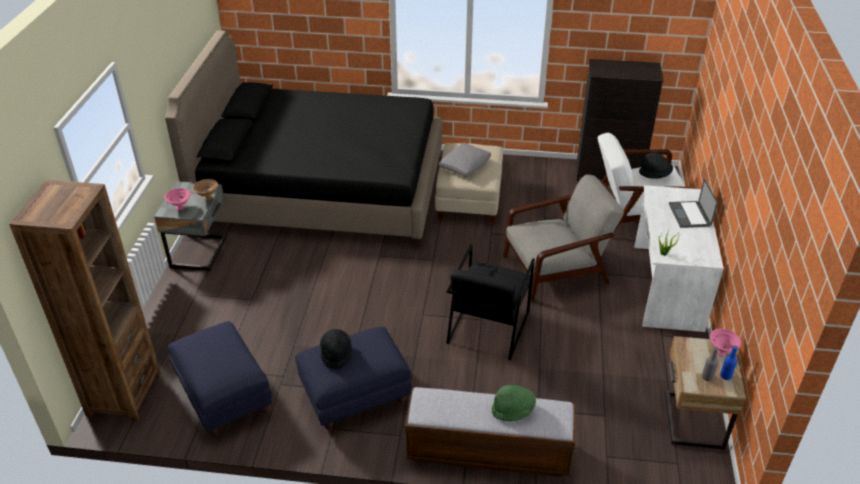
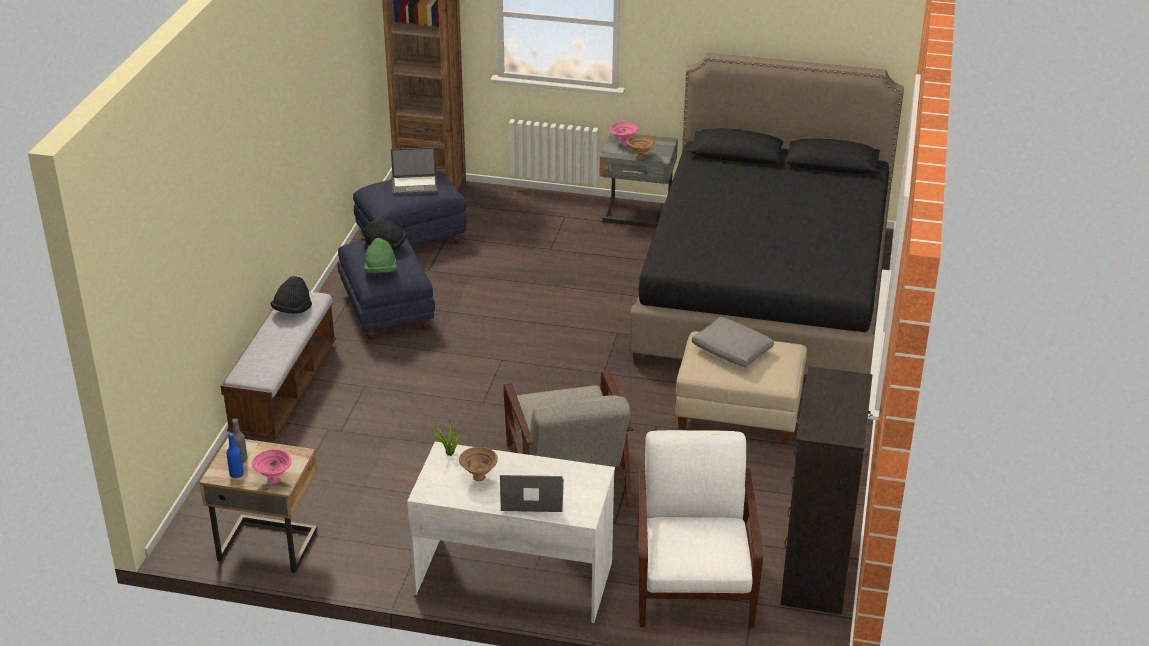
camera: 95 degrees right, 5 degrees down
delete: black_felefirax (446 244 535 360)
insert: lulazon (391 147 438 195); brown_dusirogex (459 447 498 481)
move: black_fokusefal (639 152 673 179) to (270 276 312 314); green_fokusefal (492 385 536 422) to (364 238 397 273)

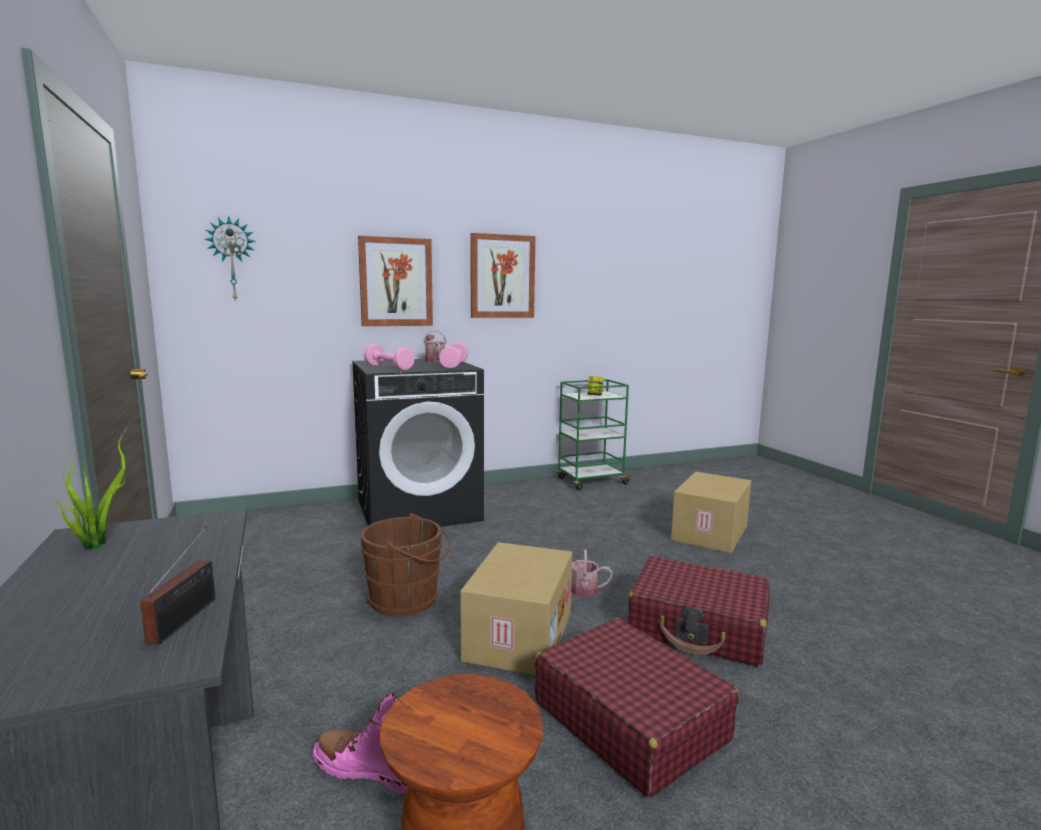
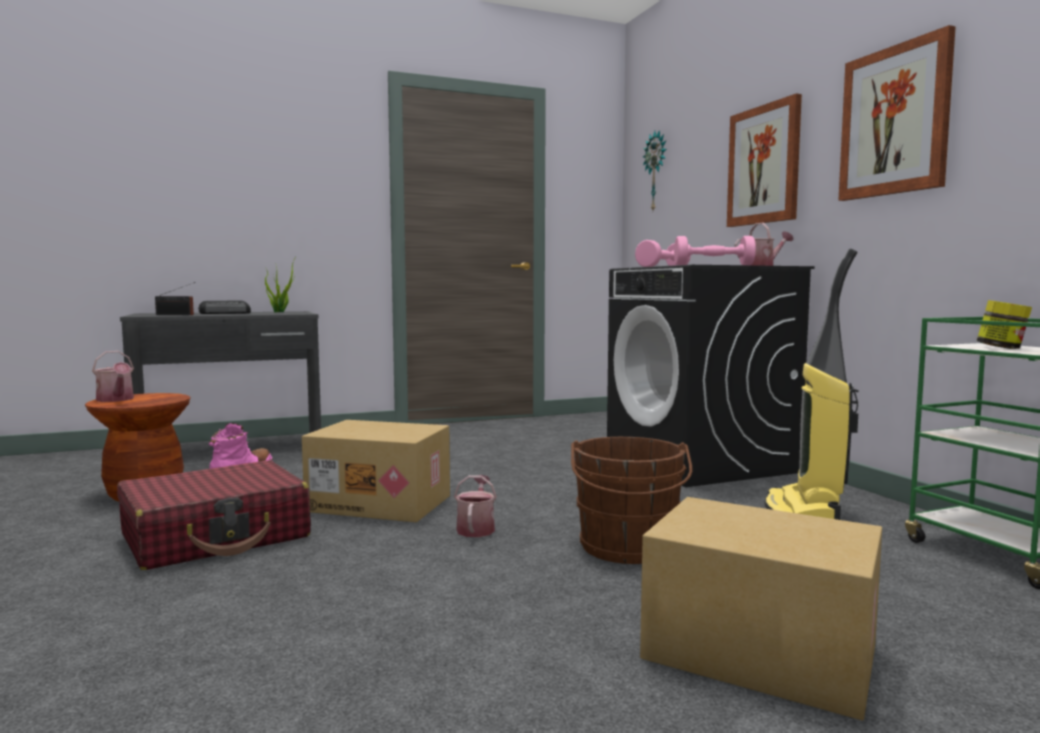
camera: 90 degrees right, 5 degrees down
delete: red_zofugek (628 556 770 666)
insert: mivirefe (765 249 859 520); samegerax (198 301 251 314); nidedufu (92 351 134 402)
move: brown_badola (361 513 450 616) to (571 437 692 564)

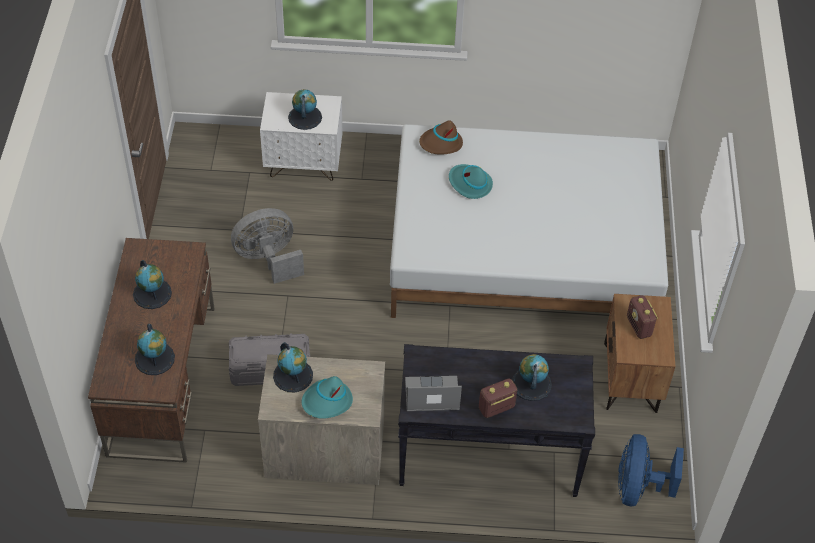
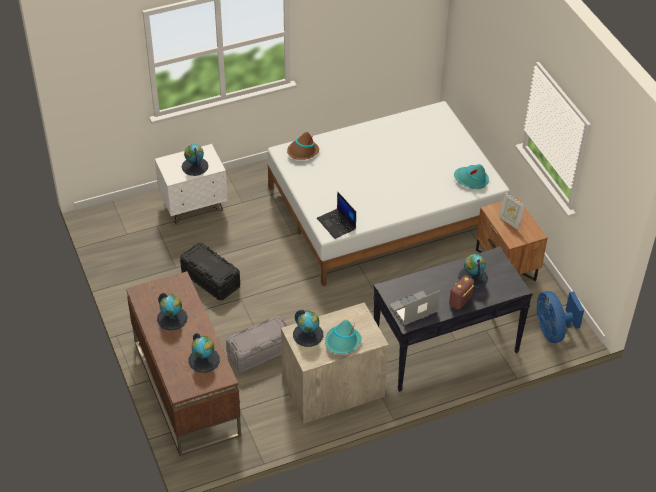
camera: 25 degrees left, 5 degrees down
insert: lulazon (317 192 356 239)
move: turquoise_fokusefal (449 164 493 199) to (454 164 489 189)
replace: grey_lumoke (231 208 304 284) to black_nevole (180 243 240 300); samegerax (627 295 658 339) to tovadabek (499 193 525 230)

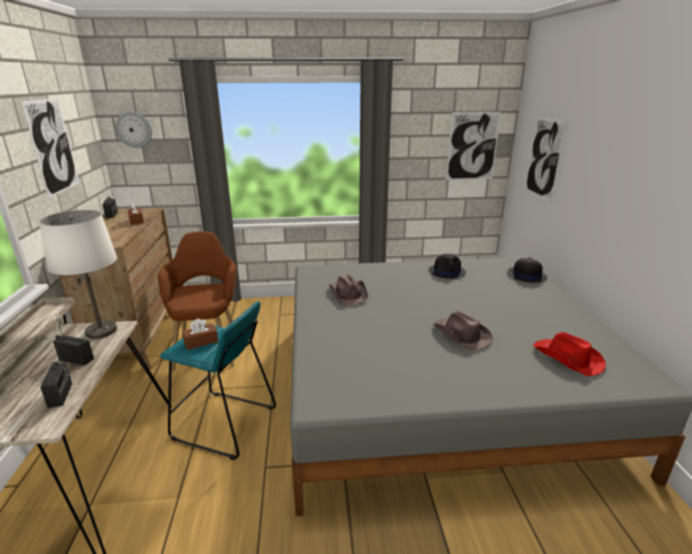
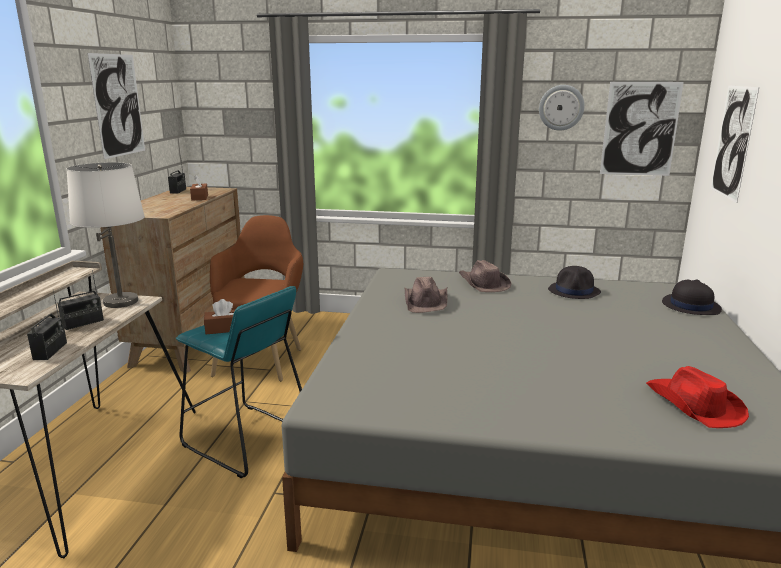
camera: 15 degrees right, 5 degrees down
move: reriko (115 111 152 148) to (539 85 585 131); brown_fokusefal (433 311 493 350) to (459 260 512 292)
rotate: samegerax (53 318 94 365) = (57 270 104 330) 105 degrees clockwise

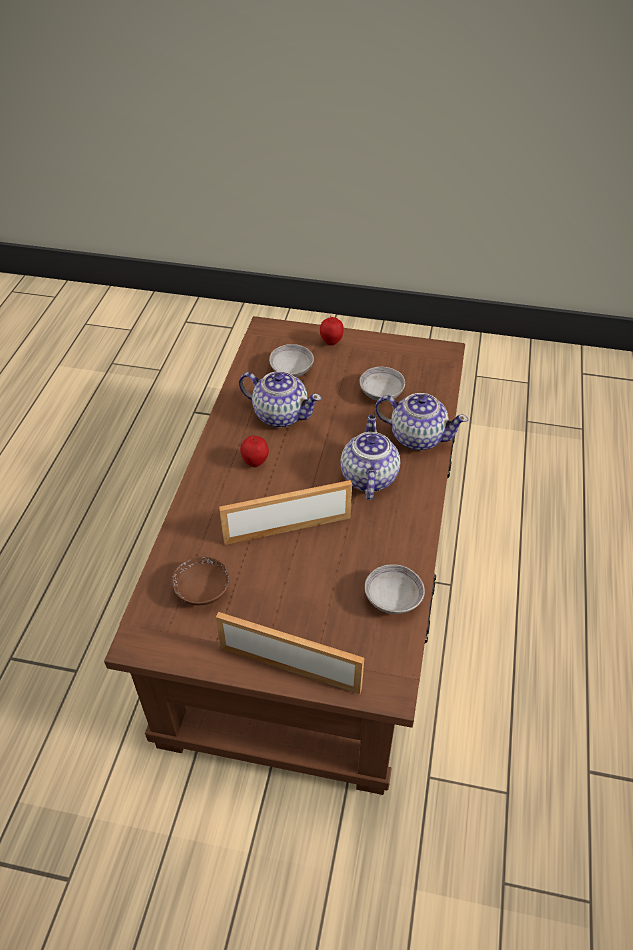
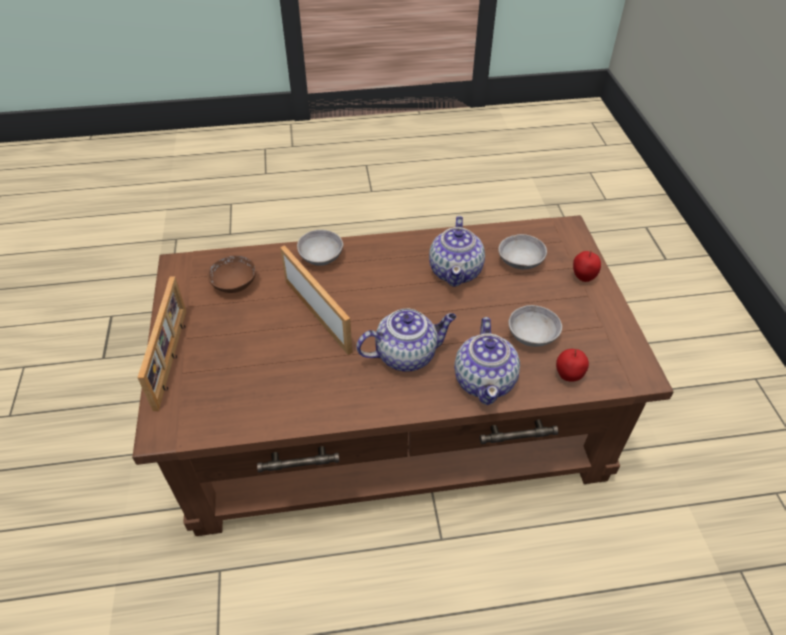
camera: 70 degrees right, 0 degrees up
move: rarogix (240 436 269 467) to (556 349 589 382); grey_dusirogex (365 564 425 614) to (297 230 343 266)

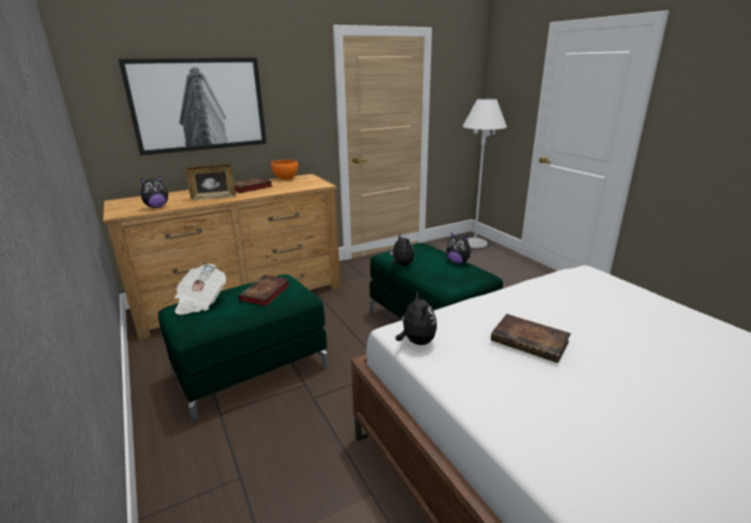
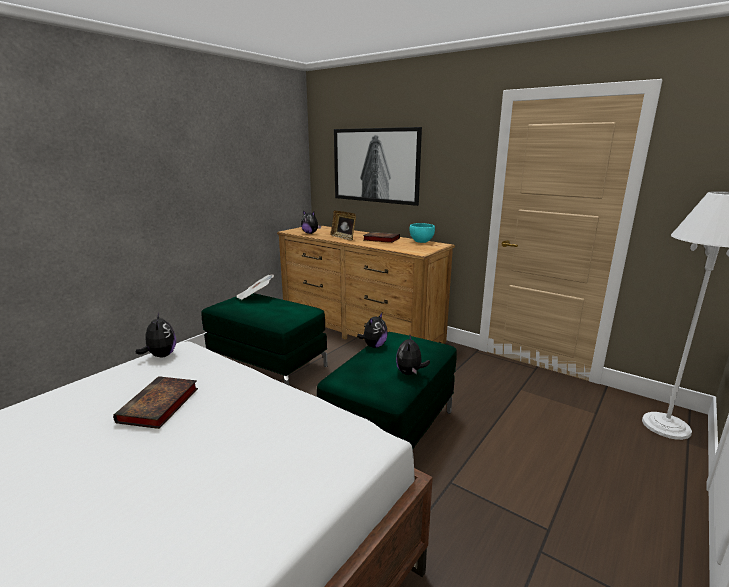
camera: 65 degrees right, 5 degrees down
delete: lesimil (238 275 290 306)
recolor: orange_dusirogex (271 160 298 180) to turquoise_dusirogex (410 223 435 243)
rotate: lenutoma (396 291 437 345) = (136 313 176 358) 75 degrees counterclockwise

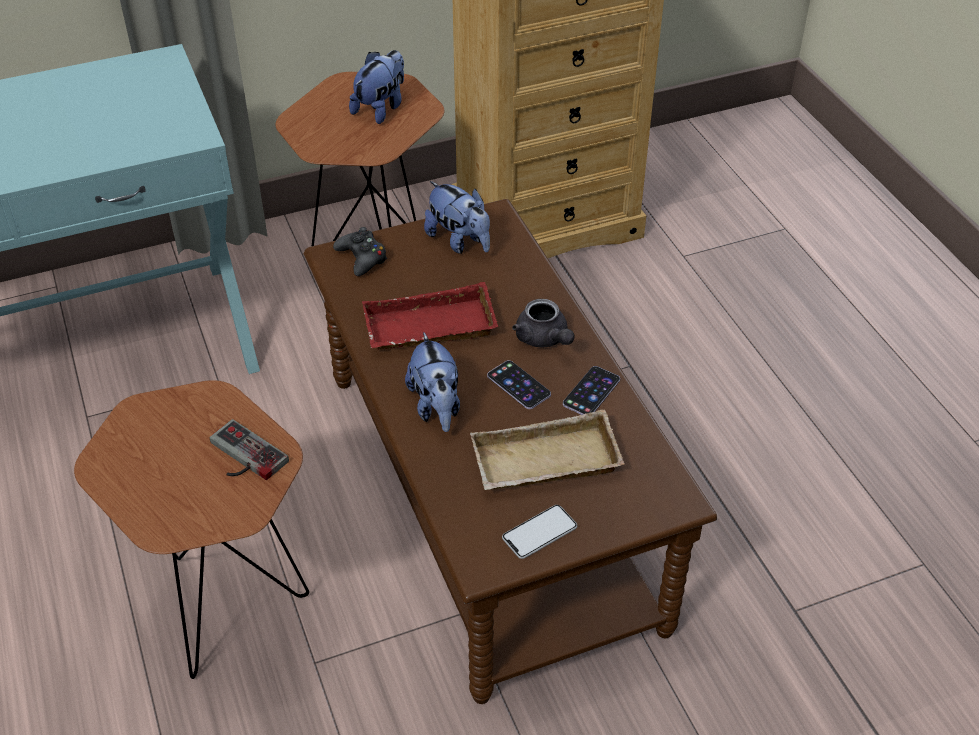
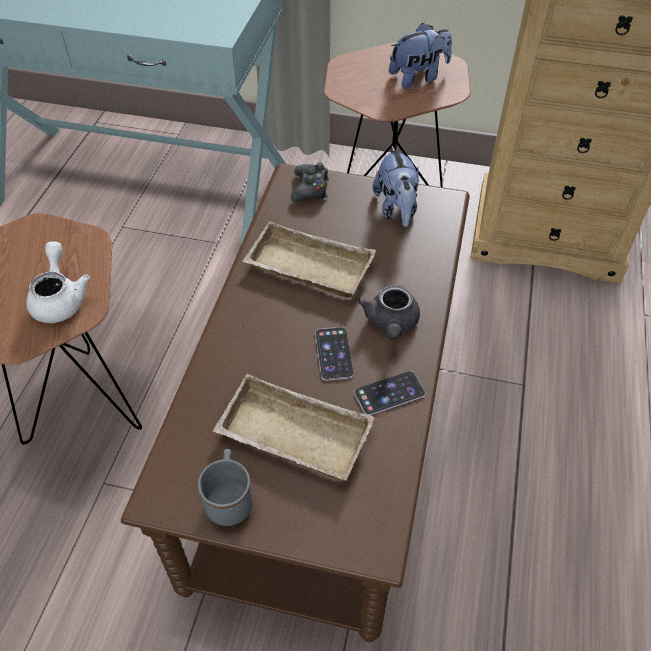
camera: 35 degrees right, 5 degrees up
delete: lenutoma (405 332 460 432)
replace: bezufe (210 419 289 480) to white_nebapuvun (26 241 90 323); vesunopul (502 505 577 559) to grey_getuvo (198 449 253 526)
recolor: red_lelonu (362 282 499 349) to beige_lelonu (243 221 376 298)

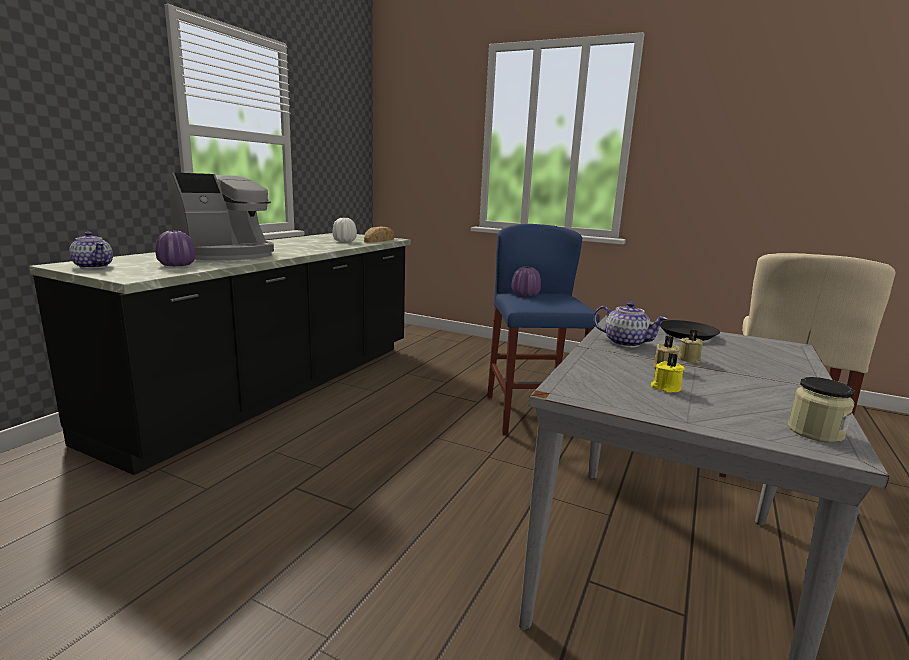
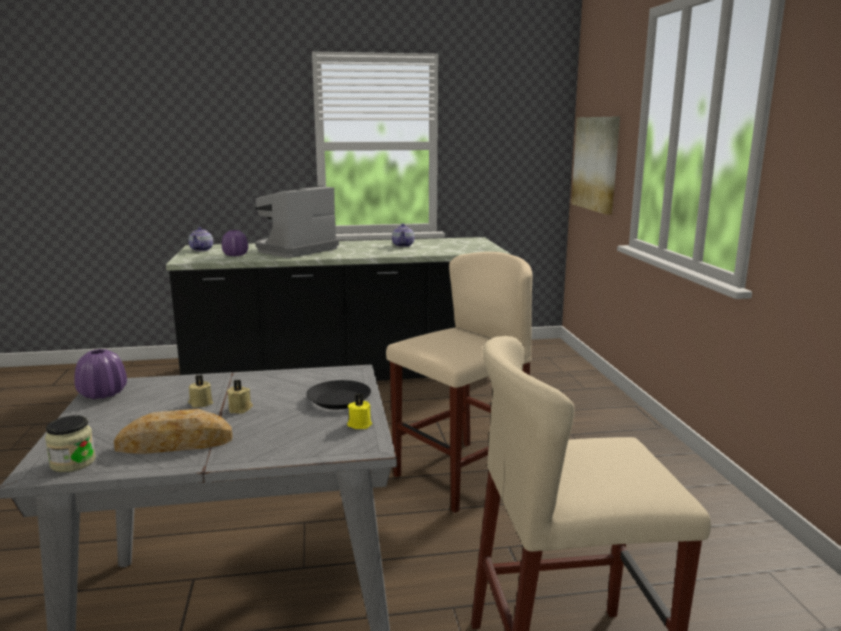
camera: 55 degrees right, 0 degrees up
delete: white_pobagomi (333 218 357 242)
insert: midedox (571 117 620 215)
move: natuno (364 227 394 243) to (114 409 232 454); purple_pobagomi (511 266 541 297) to (74 349 127 399); nebapuvun (593 302 667 347) to (392 224 415 247); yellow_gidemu (651 353 685 393) to (347 394 372 429)
recolor: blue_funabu (487 224 600 435) to beige_funabu (386 252 532 513)
rotate: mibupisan (166 172 274 260) = (255 186 339 258) 120 degrees clockwise

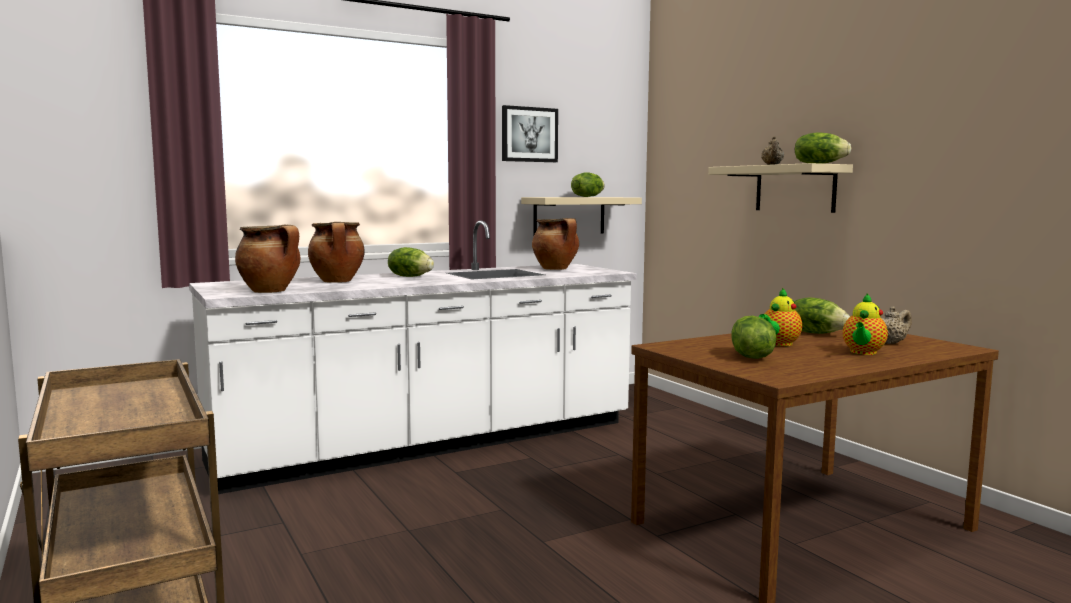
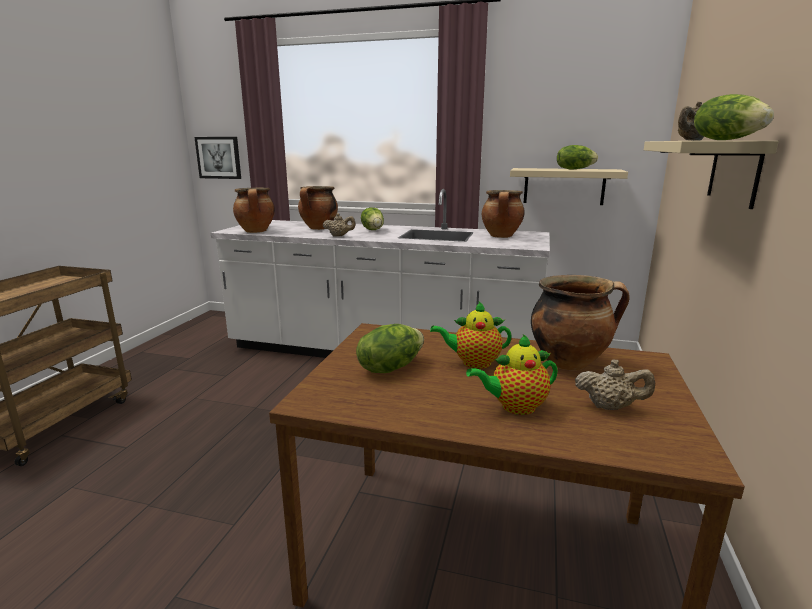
camera: 45 degrees right, 10 degrees up
insert: beige_nebapuvun (323 213 356 237)
move: midedox (502 105 558 162) to (194 137 241 179)
replace: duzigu (795 297 850 334) to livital (531 275 630 370)

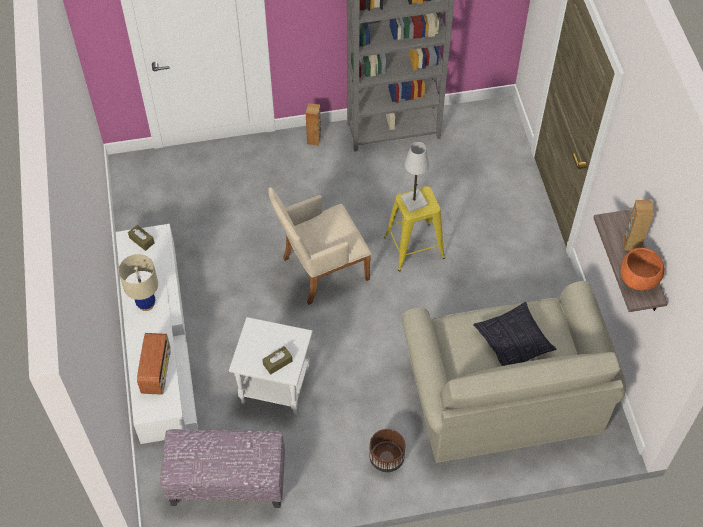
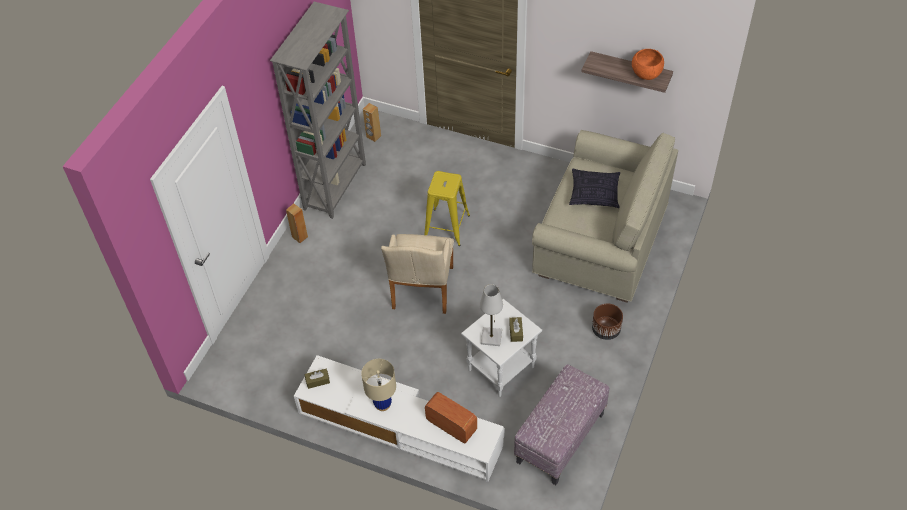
camera: 55 degrees left, 5 degrees down
move: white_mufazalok (401 142 429 212) to (480 284 503 346); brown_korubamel (623 200 654 251) to (363 103 381 142)

